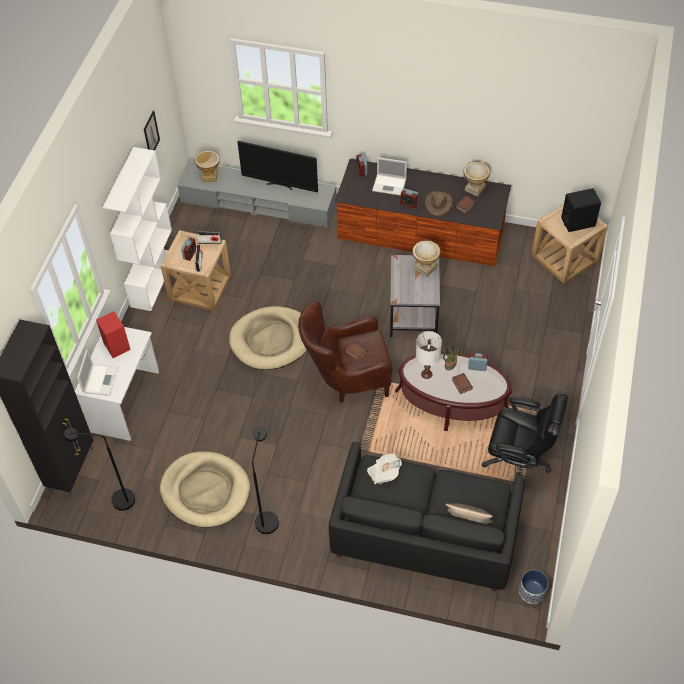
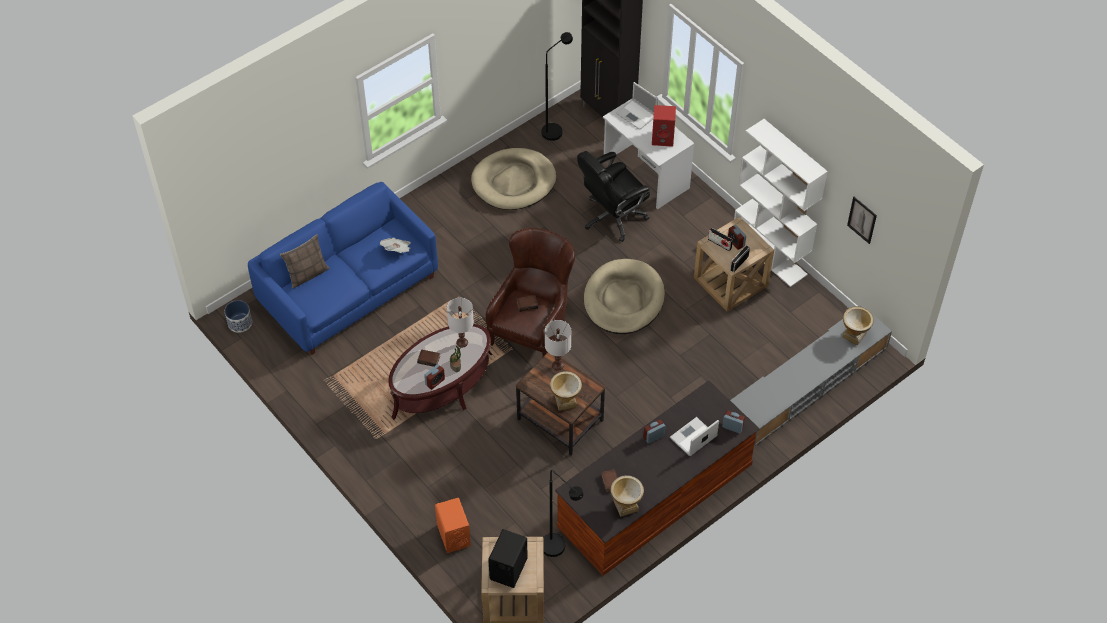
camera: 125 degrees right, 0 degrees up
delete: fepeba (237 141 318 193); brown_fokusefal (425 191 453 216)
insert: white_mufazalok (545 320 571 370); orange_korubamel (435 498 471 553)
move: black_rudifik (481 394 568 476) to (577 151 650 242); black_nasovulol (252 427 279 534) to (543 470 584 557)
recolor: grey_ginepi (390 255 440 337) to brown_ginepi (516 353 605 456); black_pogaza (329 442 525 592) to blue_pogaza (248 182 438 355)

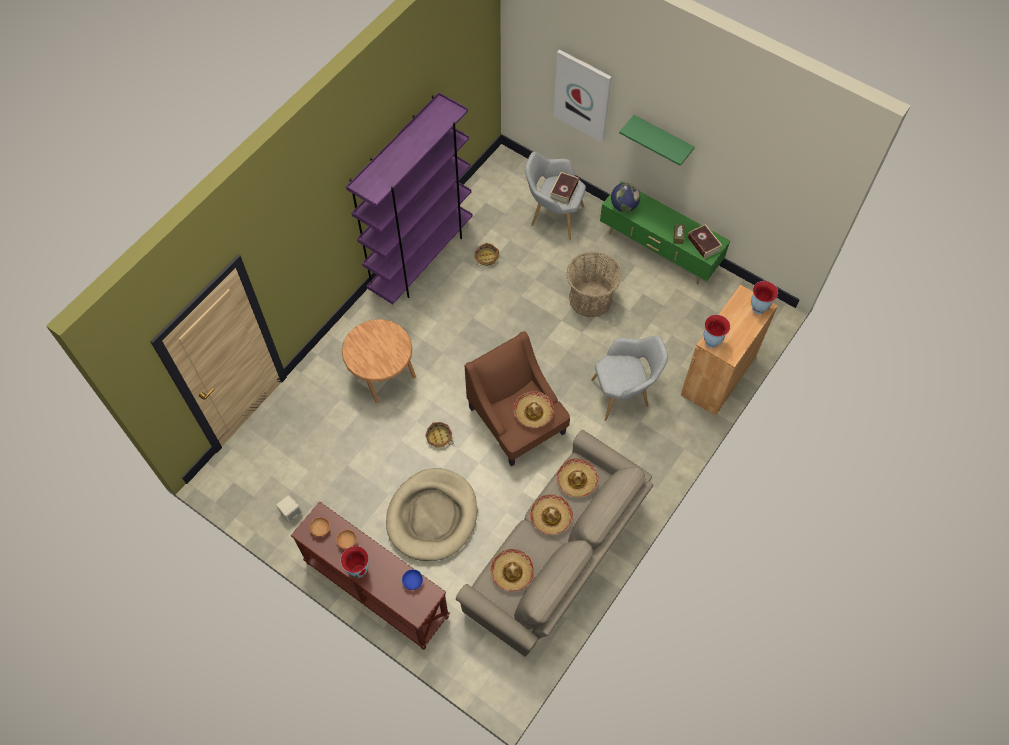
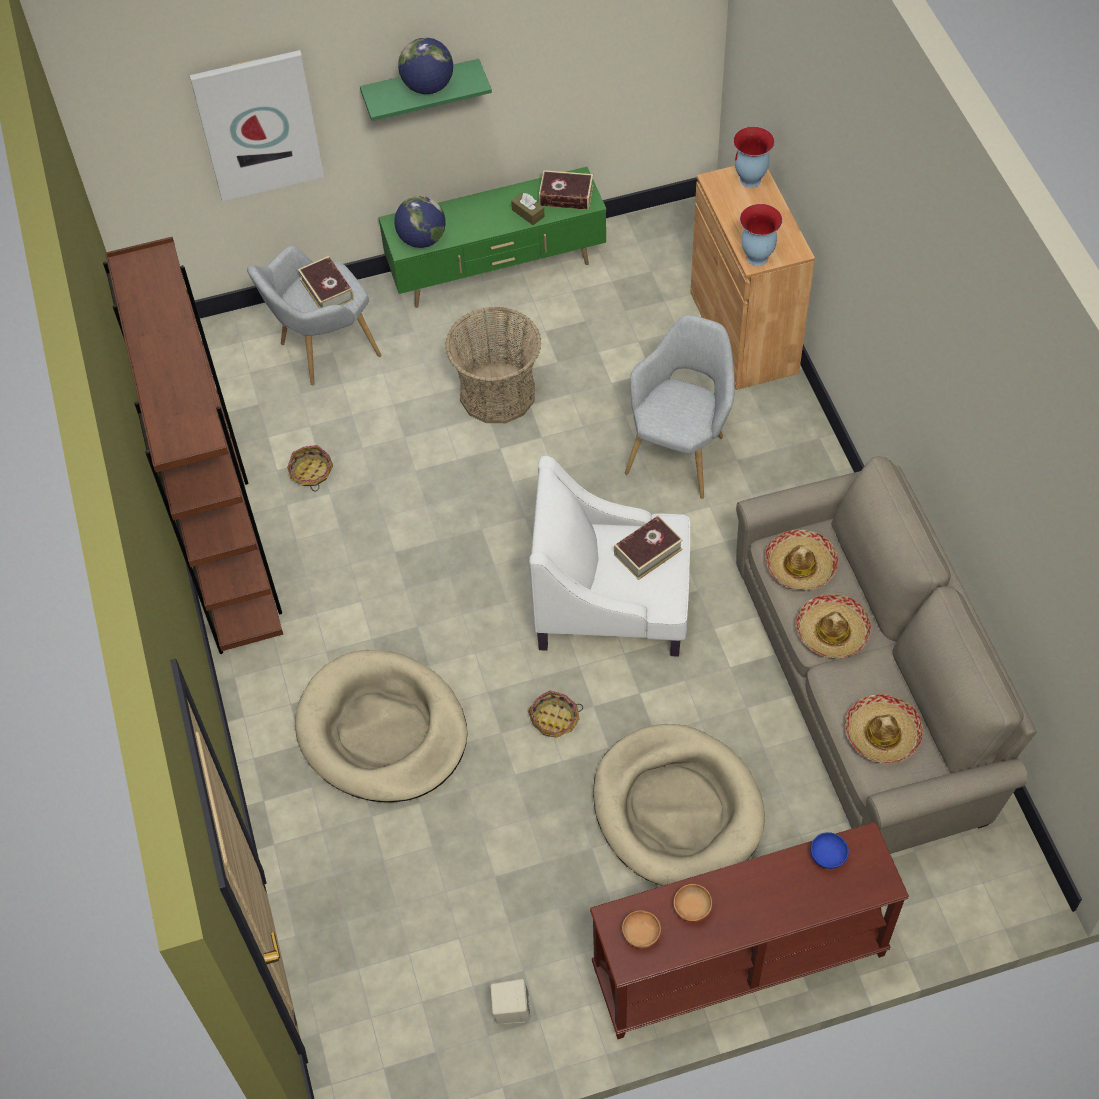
camera: 50 degrees left, 5 degrees down
delete: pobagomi (341 546 369 578)
insert: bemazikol (398 37 453 94)
replace: brown_ginepi (342 319 416 403) to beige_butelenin (295 650 467 802); fokusefal (514 391 554 428) to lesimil (614 515 683 580)
recolor: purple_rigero (346 92 472 304) to brown_rigero (103 237 283 654); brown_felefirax (465 331 570 466) to white_felefirax (529 456 690 657)

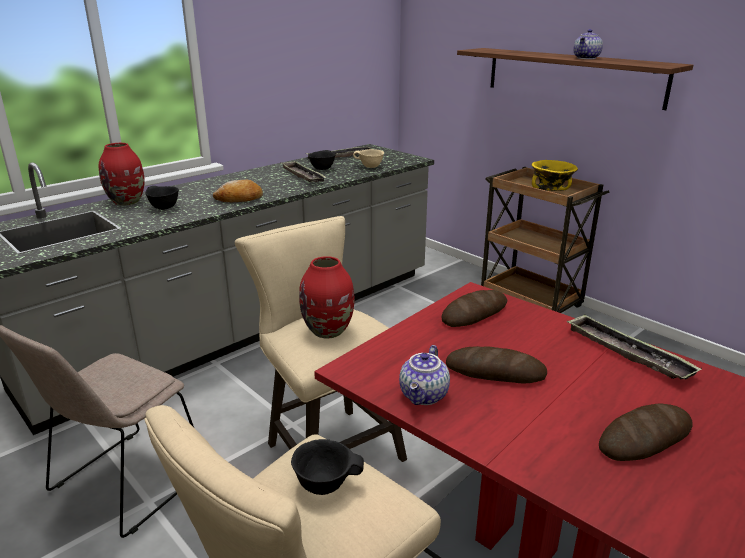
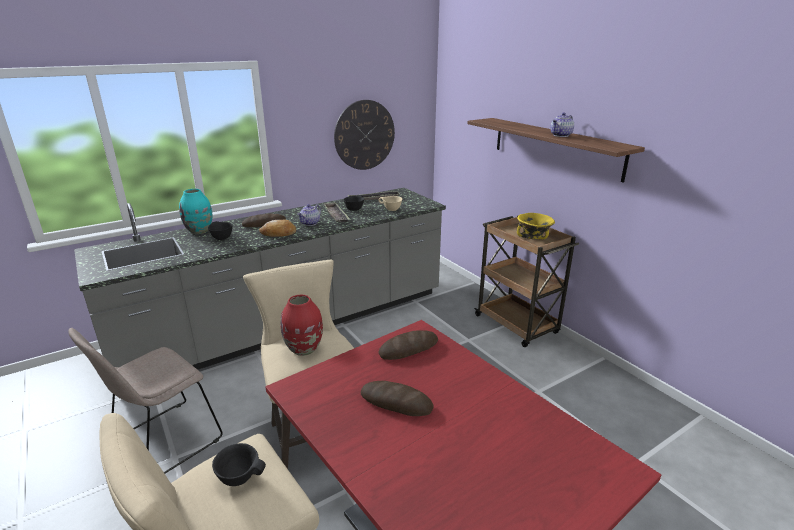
camera: 10 degrees right, 0 degrees up
delete: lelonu (567 314 702 379)
insert: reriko (334 100 395 170)
move: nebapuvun (399 345 450 405) to (297 204 321 226); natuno (599 404 693 461) to (242 213 286 227)
recolor: red_pobagomi (99 143 145 206) to turquoise_pobagomi (179 189 212 234)

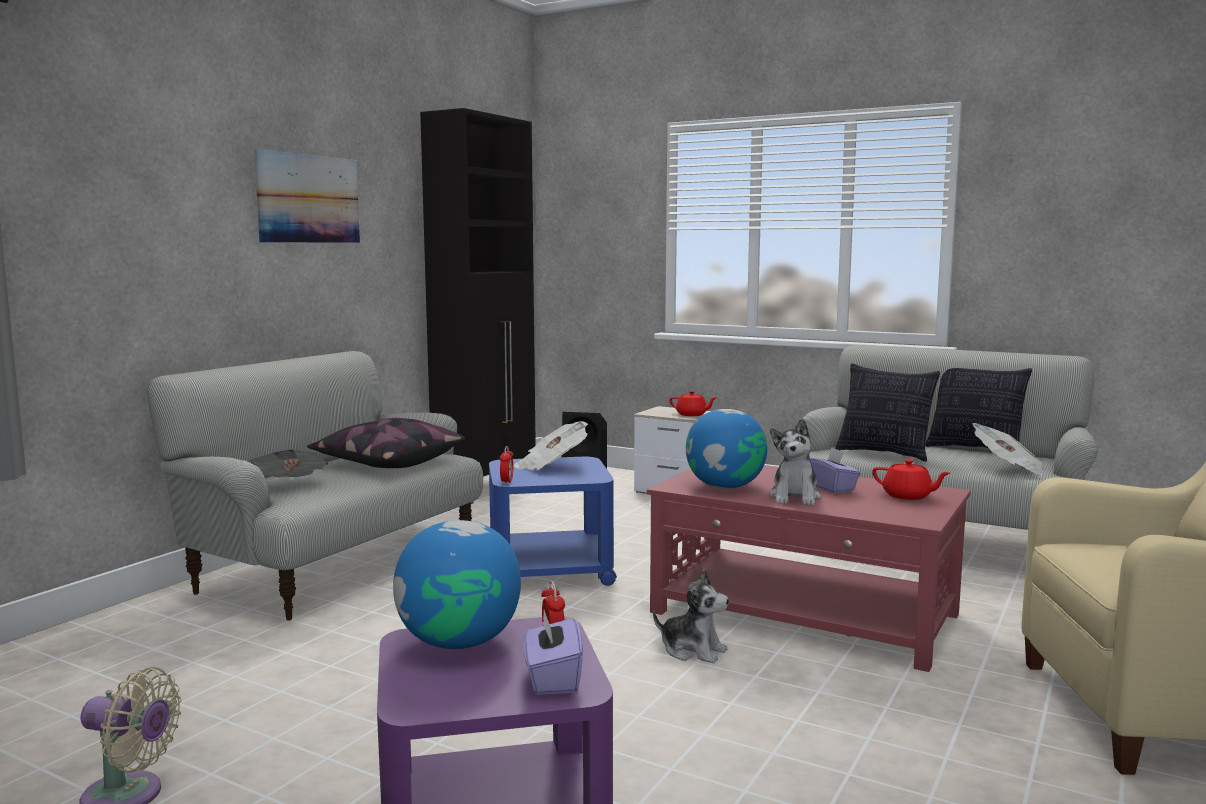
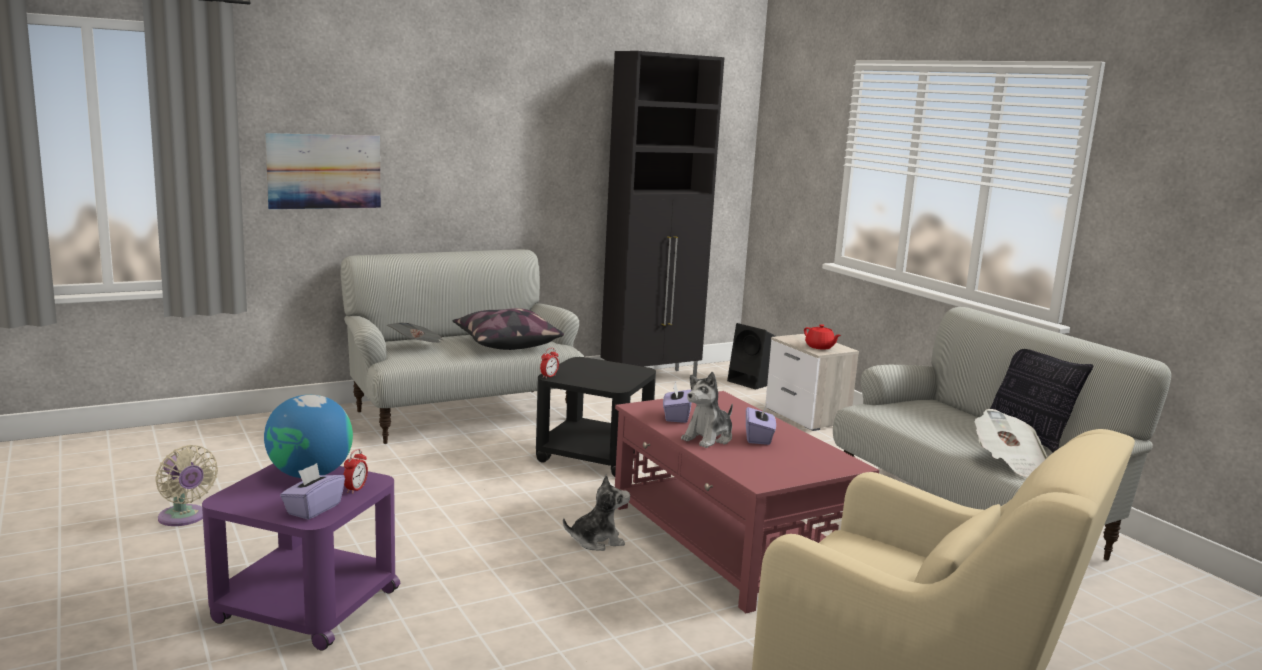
camera: 30 degrees right, 5 degrees up
delete: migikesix (835 364 940 462); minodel (514 421 588 470); red_nebapuvun (872 459 950 500)
move: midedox (254 149 360 243) to (265 133 381 209)
replace: bemazikol (686 409 767 489) to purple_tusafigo (663 381 691 423)
recolor: blue_ginepi (489 457 617 586) to black_ginepi (536 357 656 477)
rotate: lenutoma (653 569 729 663) = (563 474 630 551) 75 degrees counterclockwise

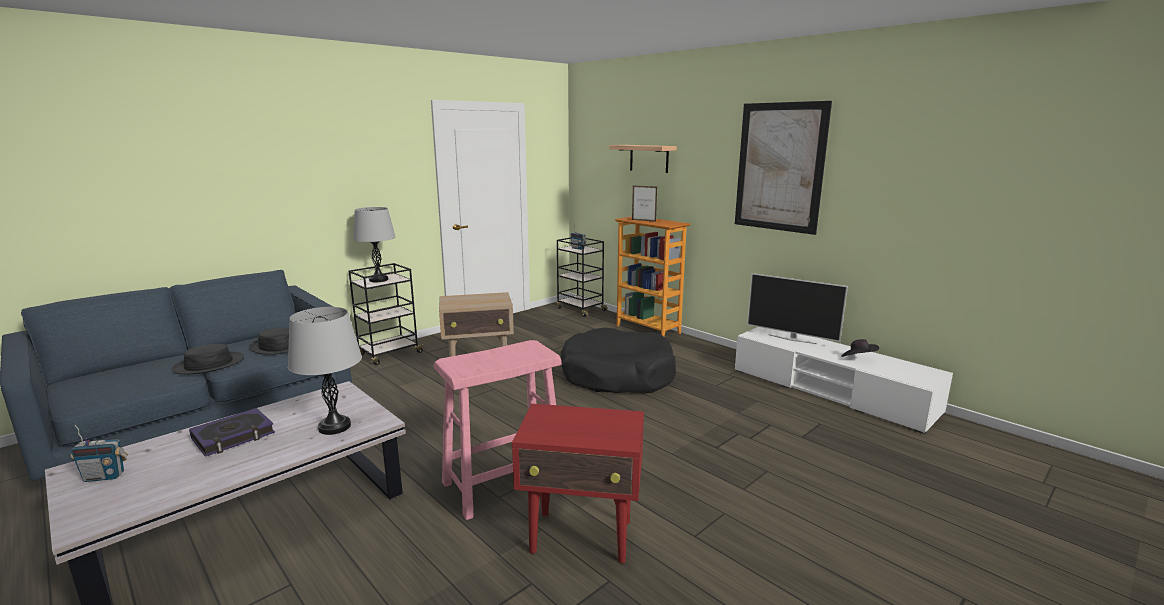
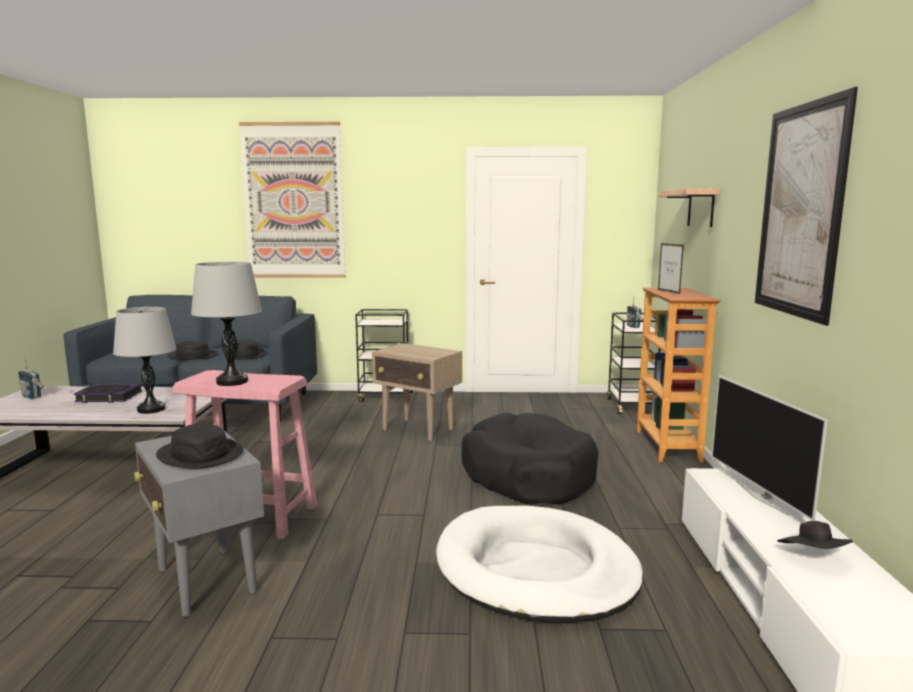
camera: 45 degrees right, 5 degrees down
insert: midedox (239 122 346 278); black_fokusefal (156 424 243 469); white_butelenin (436 506 643 624)
move: grey_mufazalok (353 207 395 282) to (191 262 262 386)
recolor: red_ginepi (512 404 644 563) to grey_ginepi (134 430 264 617)

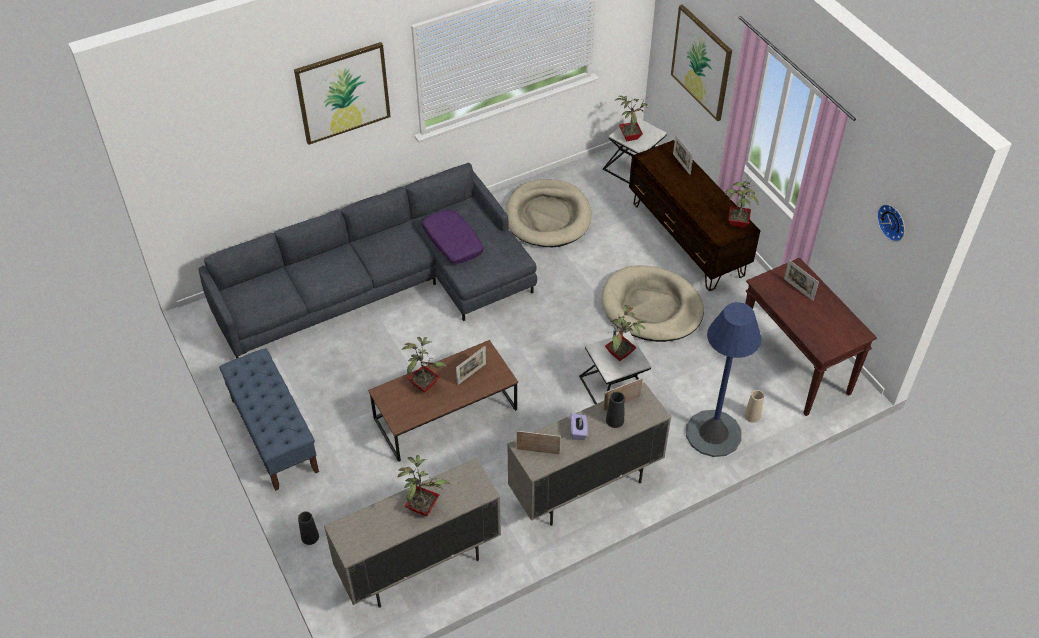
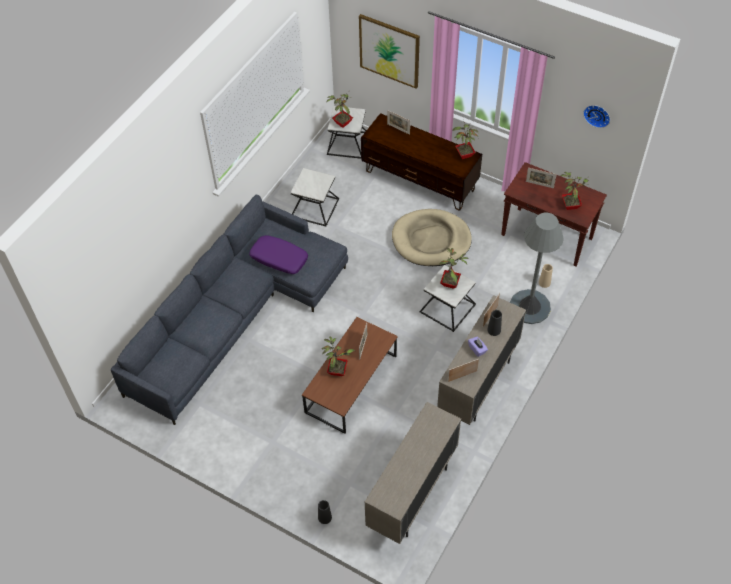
camera: 30 degrees left, 5 degrees up
delete: midedox (294 42 391 145); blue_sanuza (219 348 319 491)
move: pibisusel (397 455 451 516) to (560 172 588 210)
replace: beige_butelenin (505 179 592 247) to ginepi (291 168 339 226)
recolor: blue_nasovulol (686 302 762 457) to grey_nasovulol (510 213 564 324)

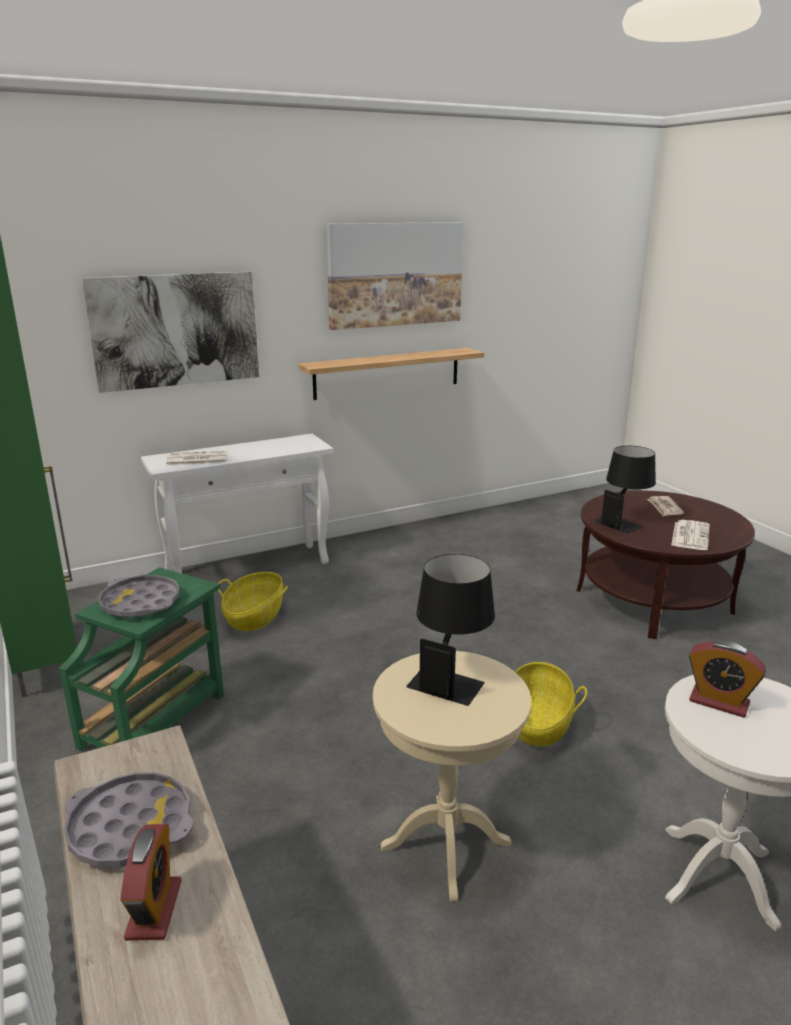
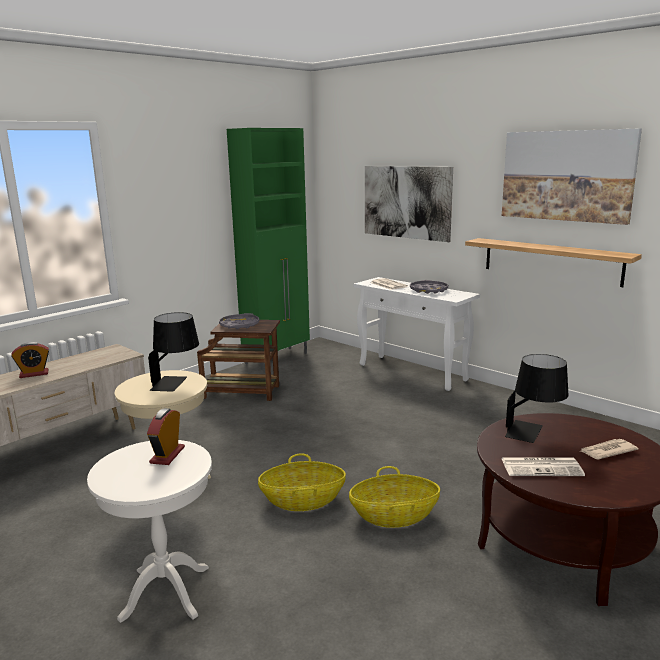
camera: 70 degrees right, 5 degrees down
move: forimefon (218 572 288 631) to (349 466 440 528); grey_lelonu (64 772 194 867) to (410 280 448 294)
recolor: green_ginepi (59 567 224 751) to brown_ginepi (197 320 280 401)

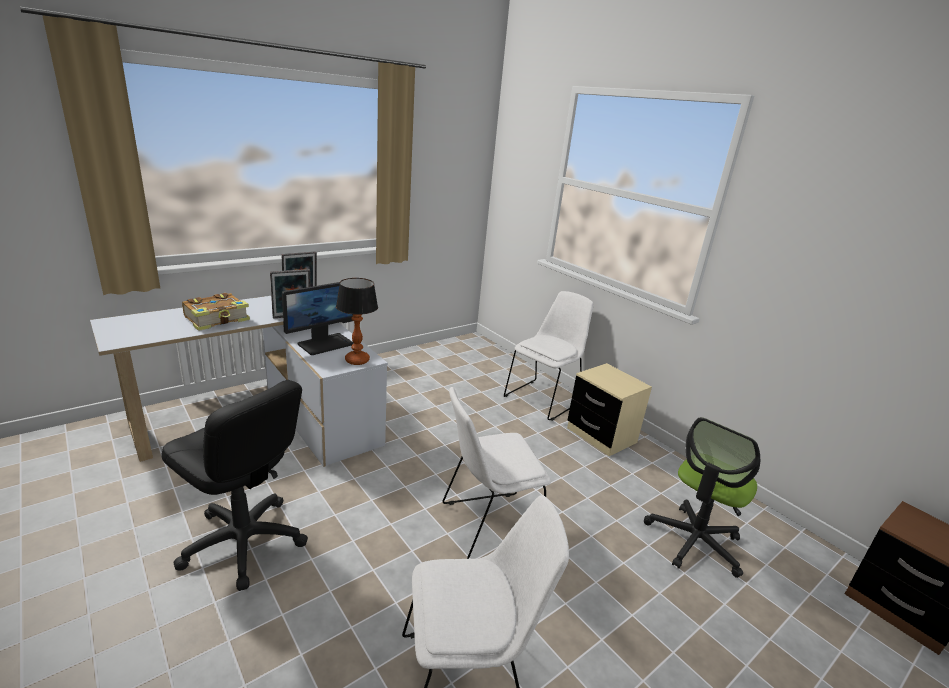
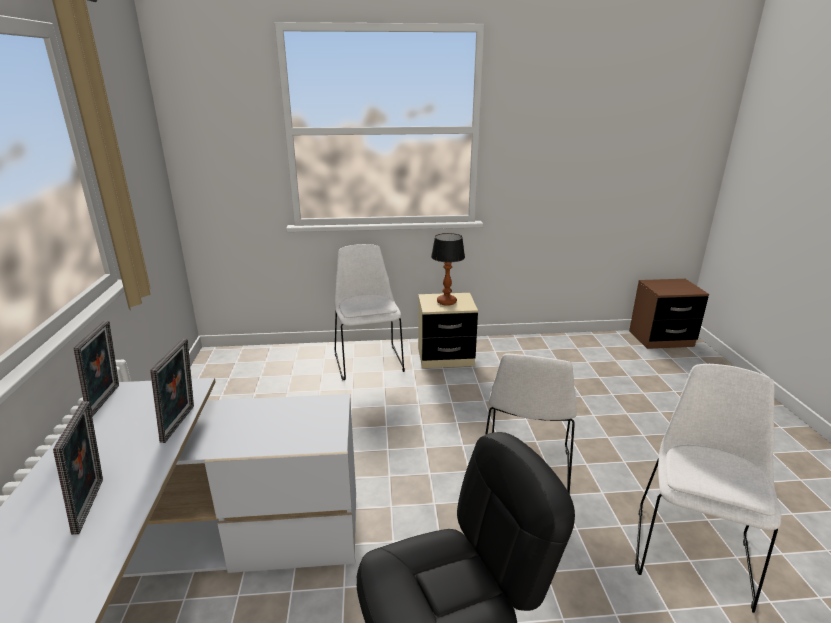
camera: 55 degrees left, 0 degrees up
delete: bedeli (282 282 354 355); rudifik (644 417 760 578)
move: mufazalok (336 278 378 365) to (431 233 465 306)
replace: lesimil (182 293 250 331) to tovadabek (53 401 103 535)

